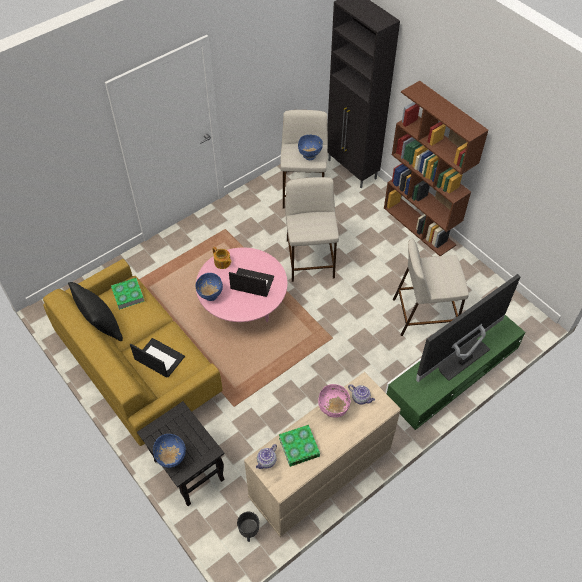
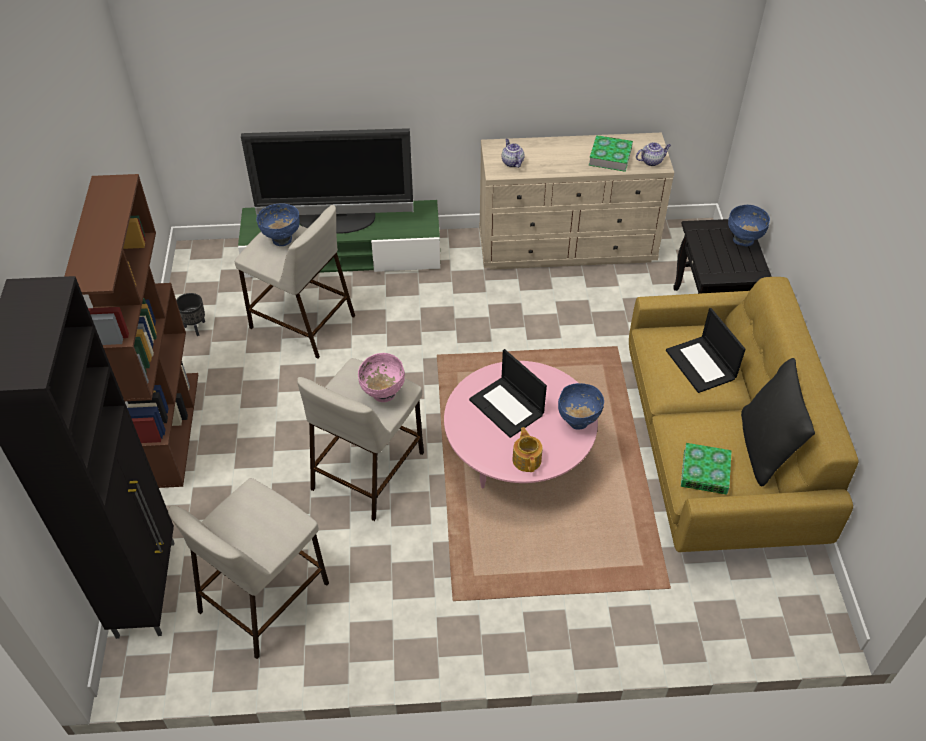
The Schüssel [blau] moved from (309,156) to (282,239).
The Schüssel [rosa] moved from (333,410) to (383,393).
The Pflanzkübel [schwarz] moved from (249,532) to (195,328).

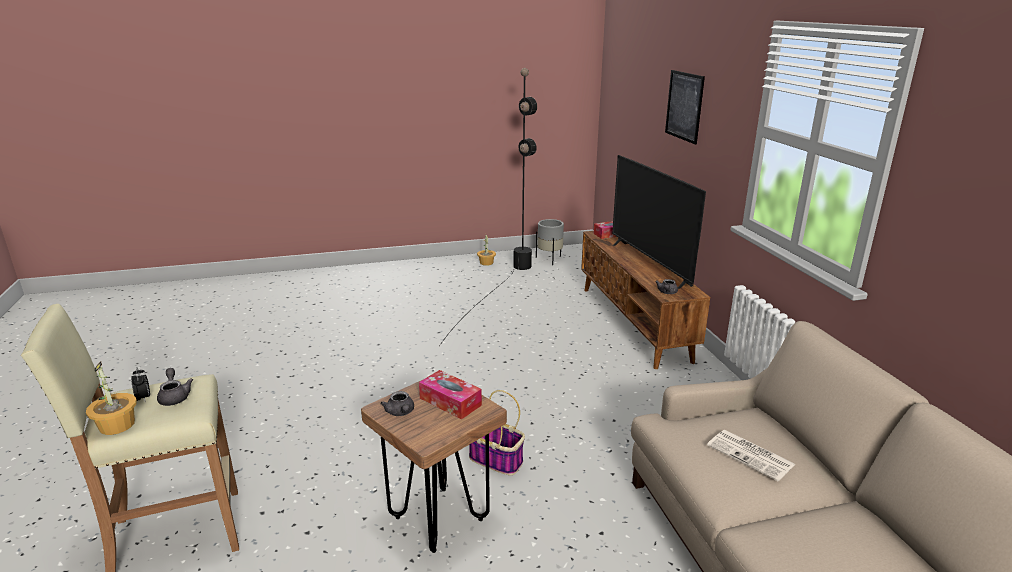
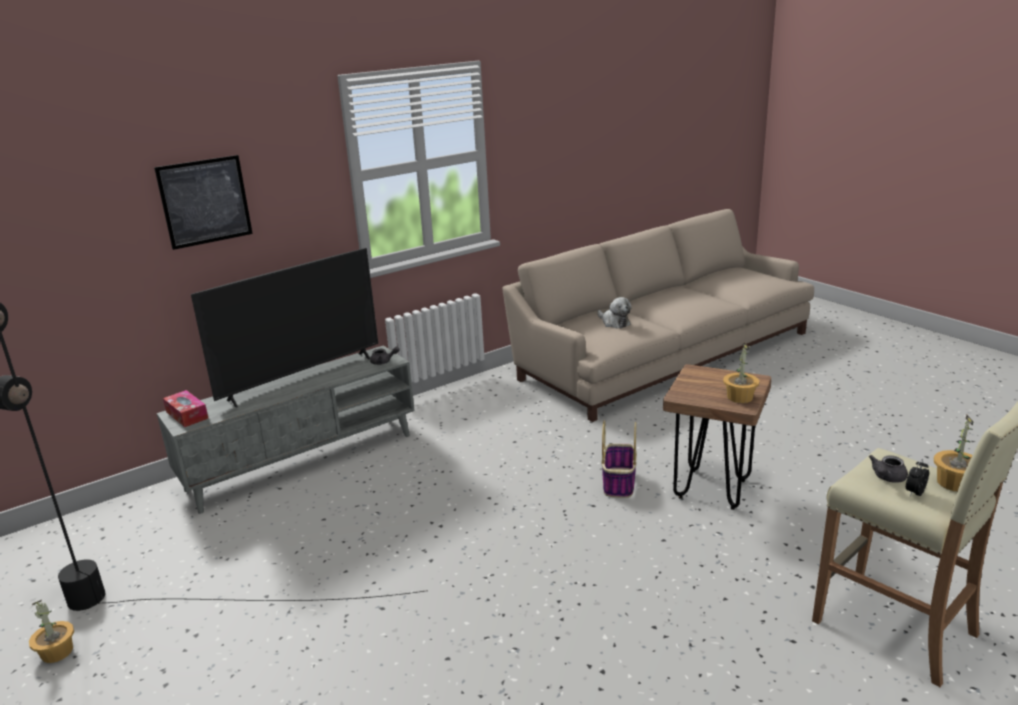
The Pflanzkübel [grau] at (550,259) disappeared.
The Fernsehschrank [braun] at (634,323) became the Fernsehschrank [grau] at (303,461).
The Taschentuchbox at (450,402) disappeared.
The Teekanne [grau] at (400,413) was replaced by the Topfpflanze at (739,397).
The Zeitung at (751,455) was replaced by the Plüschtier at (614,322).

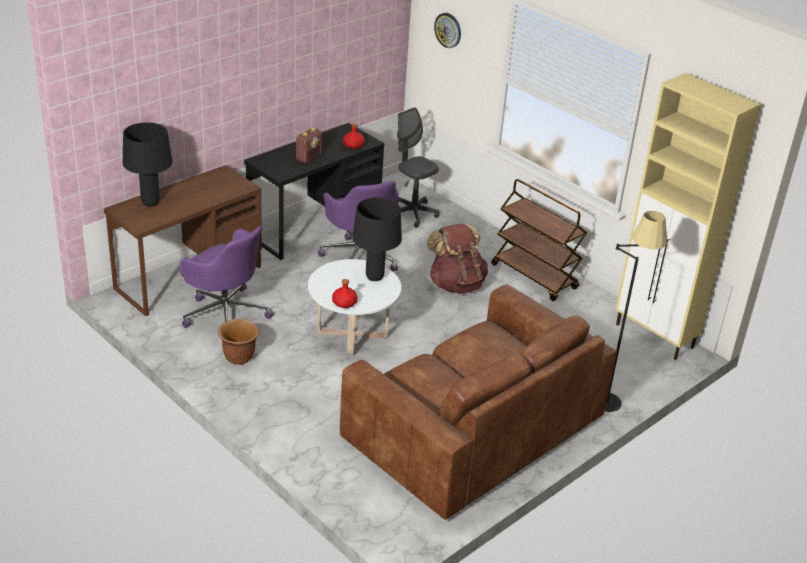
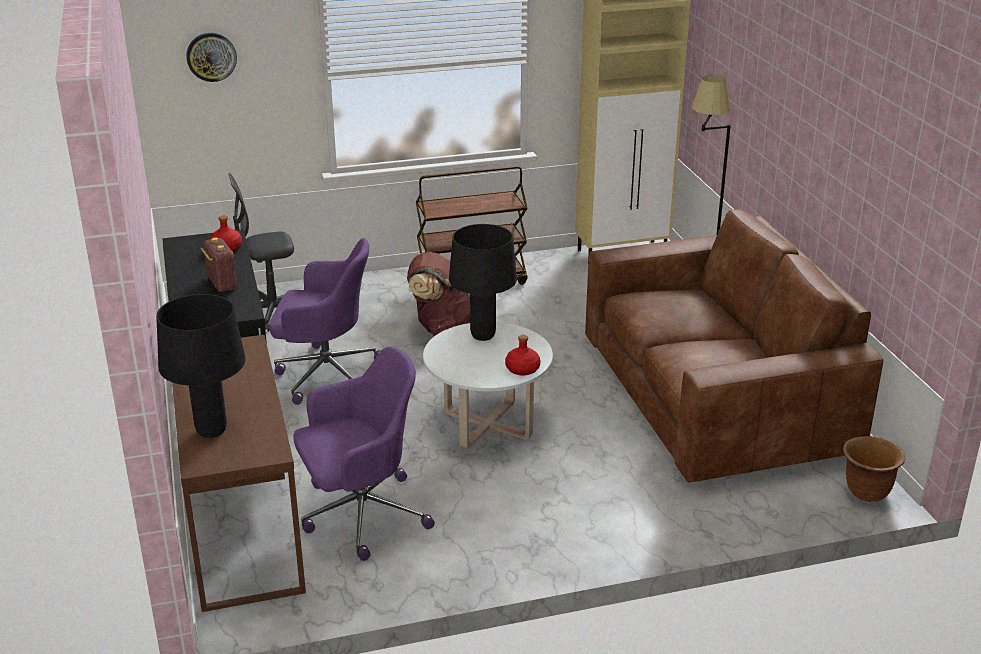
The Pflanzkübel [braun] moved from (238,357) to (867,492).

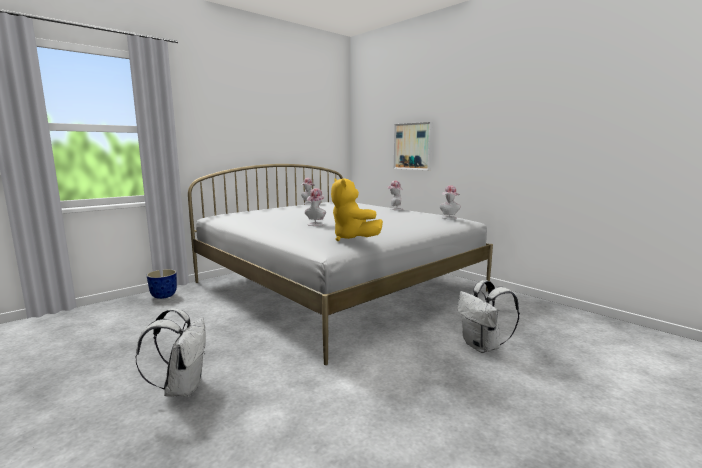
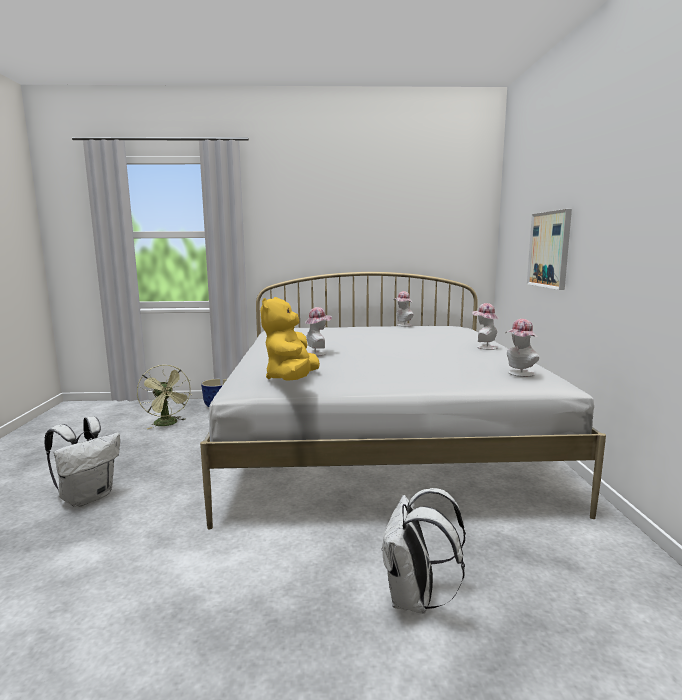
The Ventilator [grün] at (168,424) appeared.

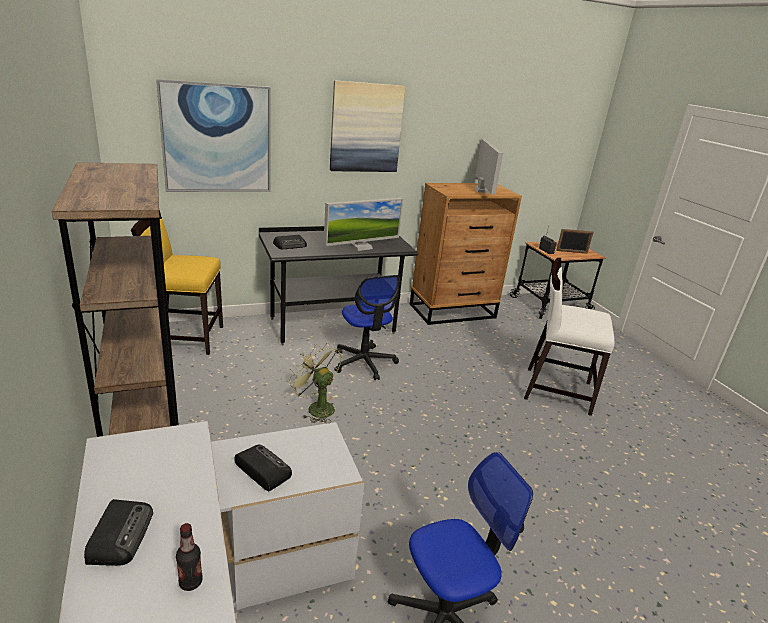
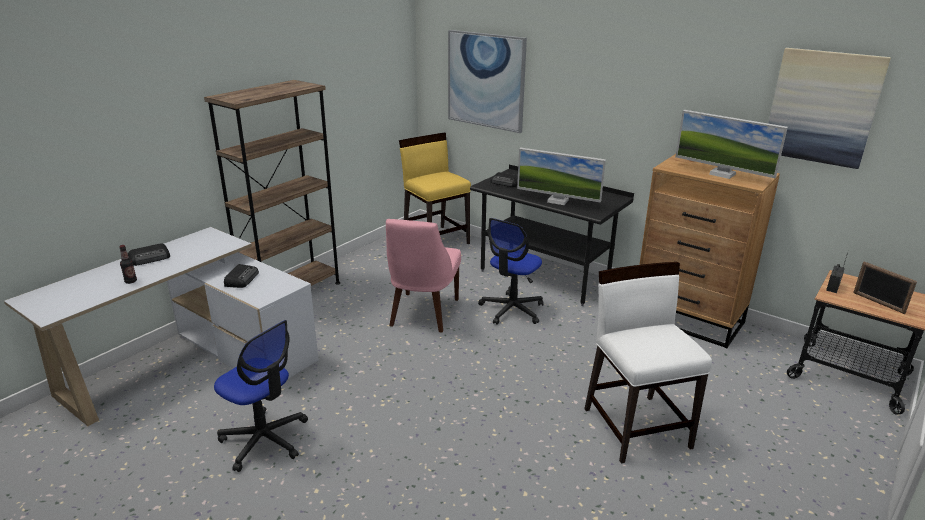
The Bild moved from (366,128) to (822,107).
The Monitor at (482,190) turned 75 degrees clockwise.
The Ventilator [grün] at (316,407) was replaced by the Stuhl [rosa] at (423,314).

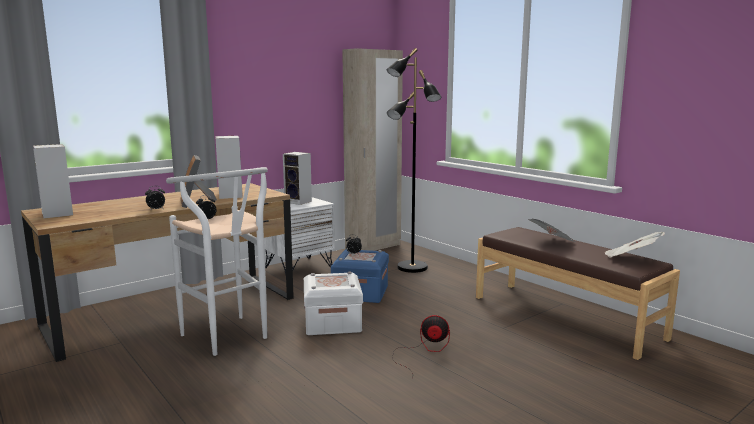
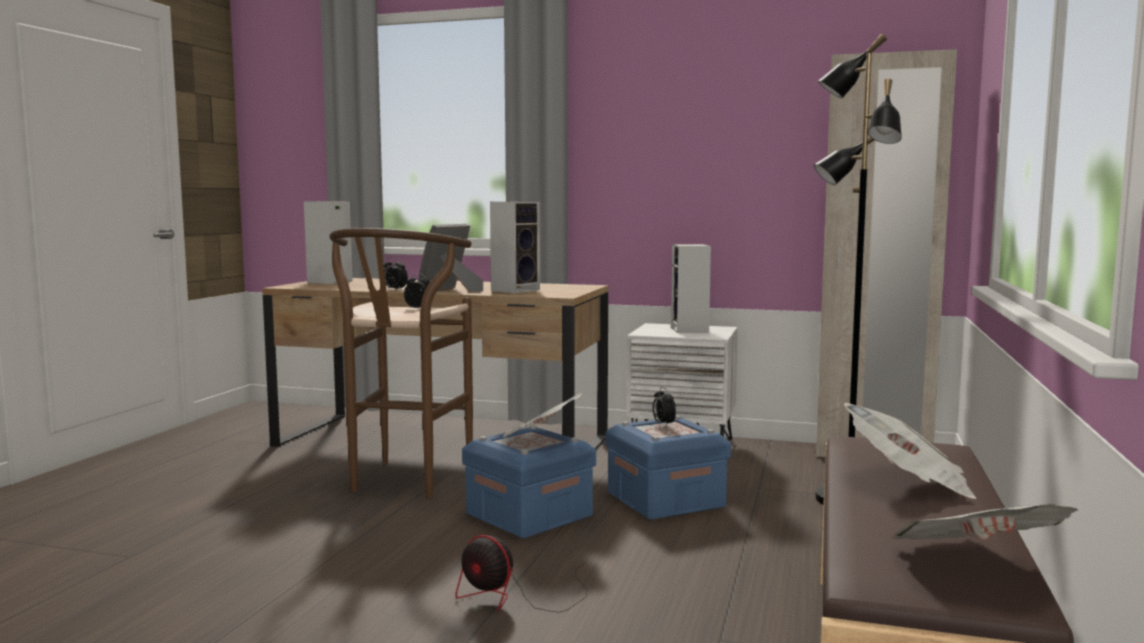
The Hocker [weiß] at (230,338) became the Hocker [braun] at (404,483).
The Aufbewahrungsbox [weiß] at (332,323) became the Aufbewahrungsbox [blau] at (529,515).
The Ventilator at (423,351) turned 150 degrees clockwise.
The Zeitung at (538,439) appeared.

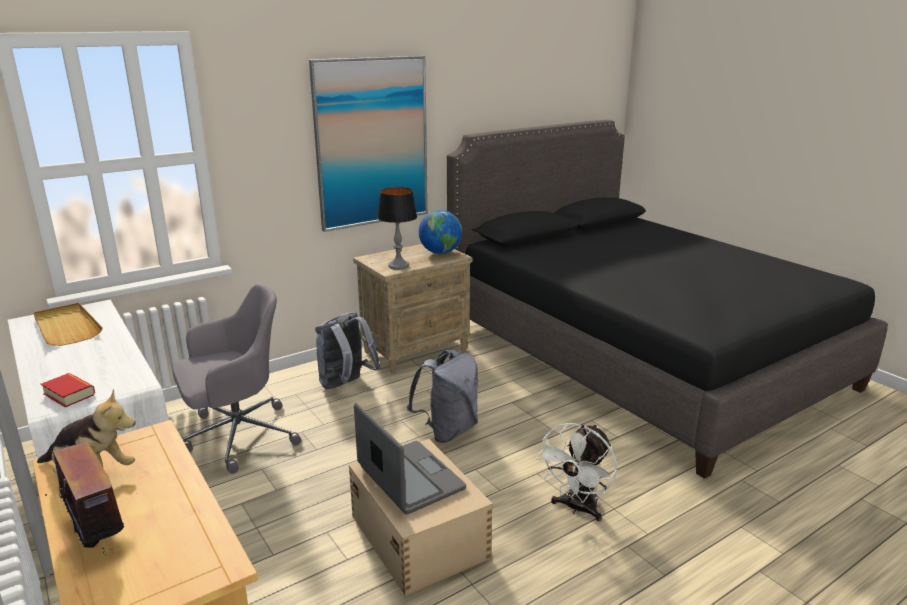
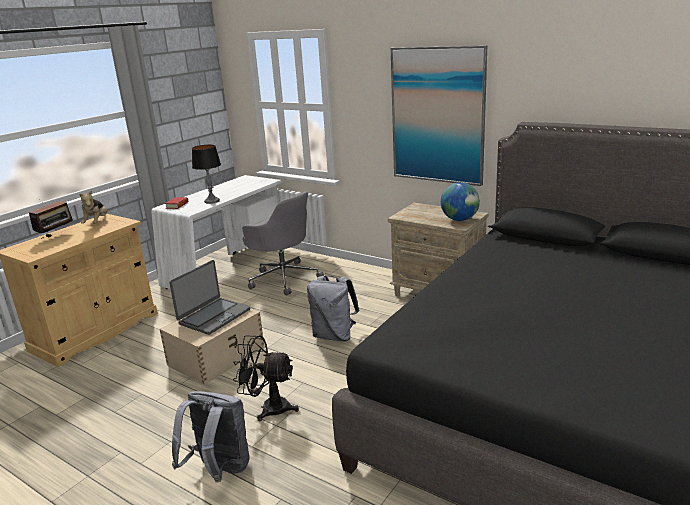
The Tischlampe moved from (398,266) to (212,201).
The Tablett [beige] at (66,327) disappeared.
The Rucksack [grau] moved from (346,385) to (219,470).
The Ventilator [weiß] at (577,508) became the Ventilator [schwarz] at (268,408).

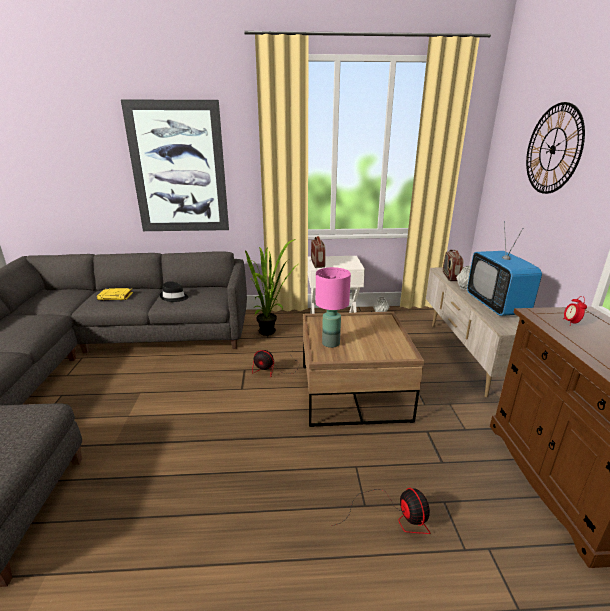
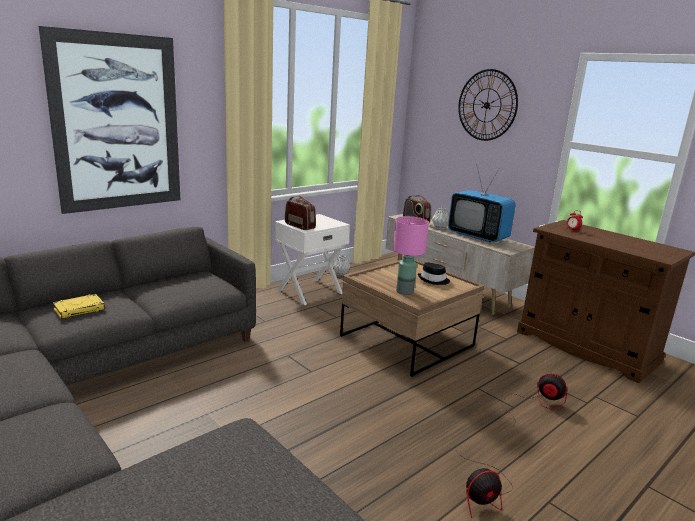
The Topfpflanze at (271,332) disappeared.
The Hut [schwarz] moved from (174,297) to (433,280).
The Ventilator moved from (274,369) to (483,494).

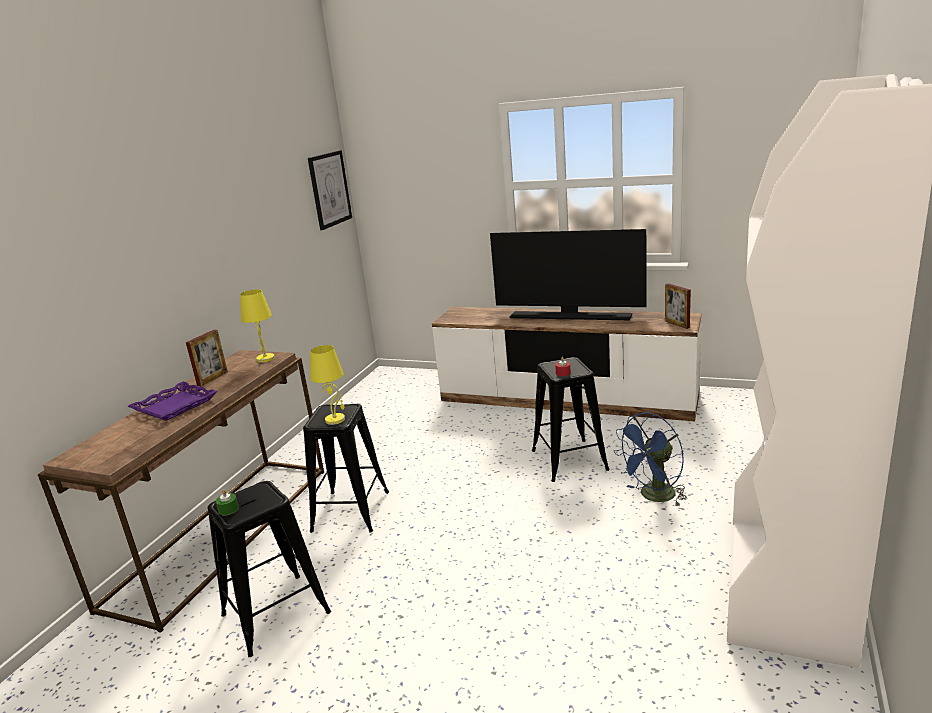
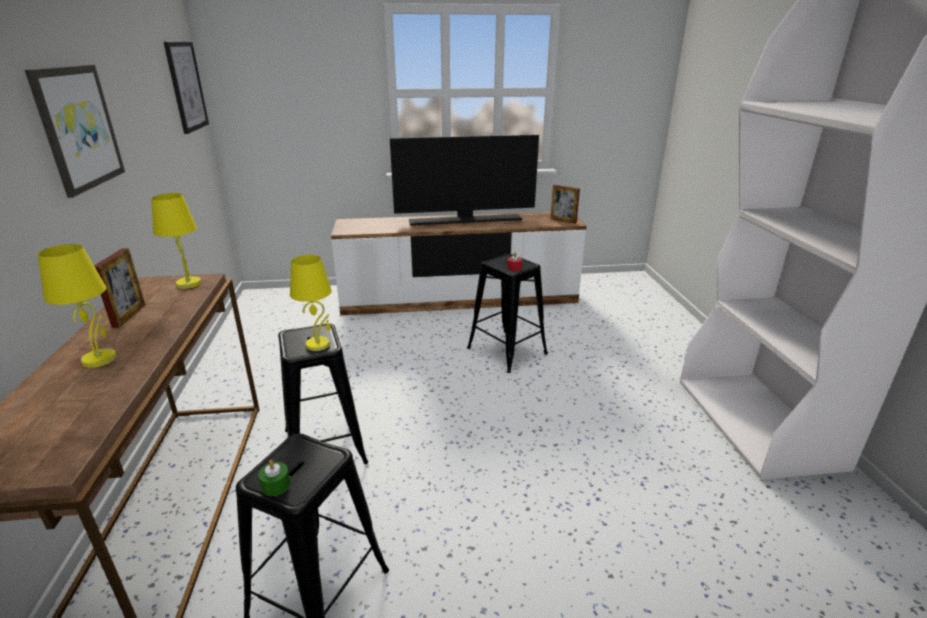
The Tablett [lila] at (175,406) was replaced by the Tischlampe [gelb] at (99,359).
The Ventilator [blau] at (653,497) disappeared.
The Bild at (77,128) appeared.

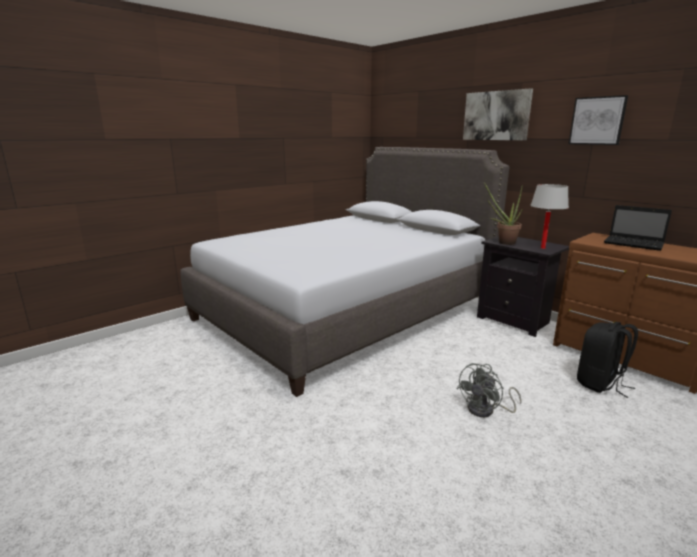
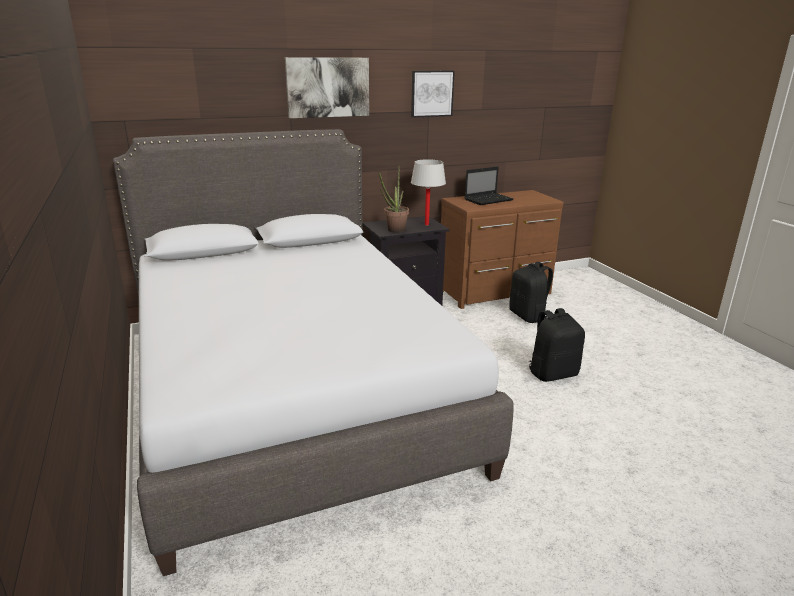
The Ventilator [grau] at (486,410) was replaced by the Rucksack [schwarz] at (553,373).

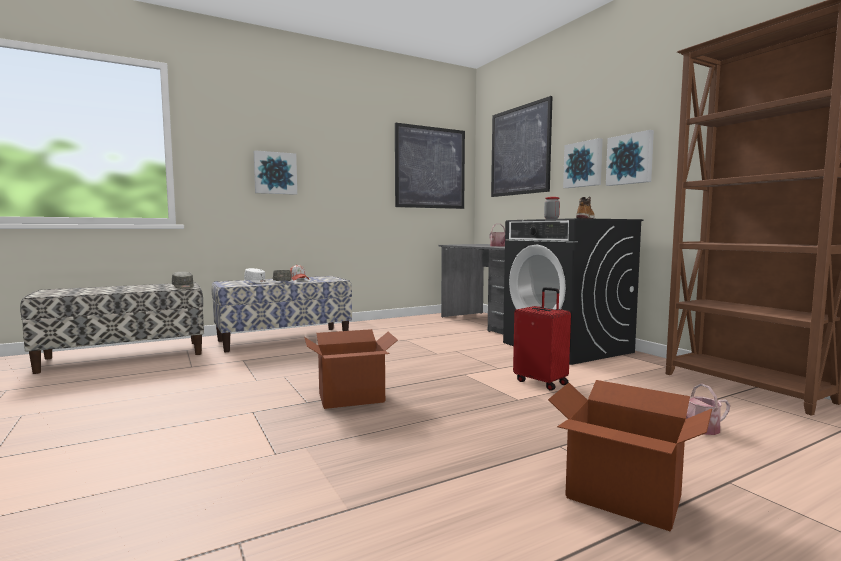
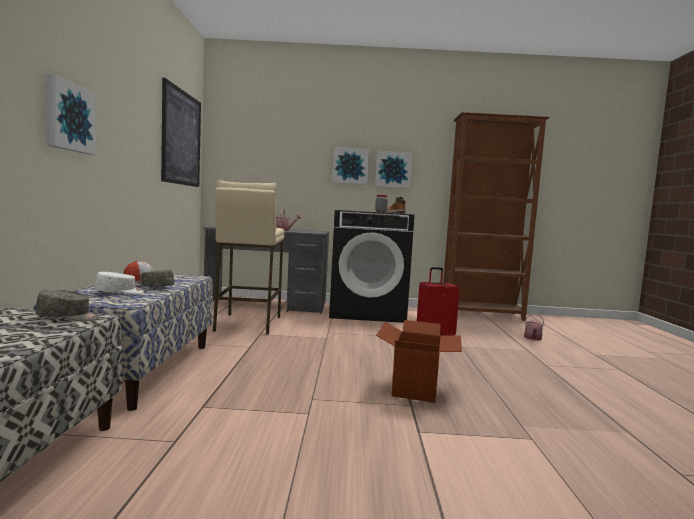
The Bild at (520,151) disappeared.
The Karton at (623,498) disappeared.
The Hocker [beige] at (247,324) appeared.

